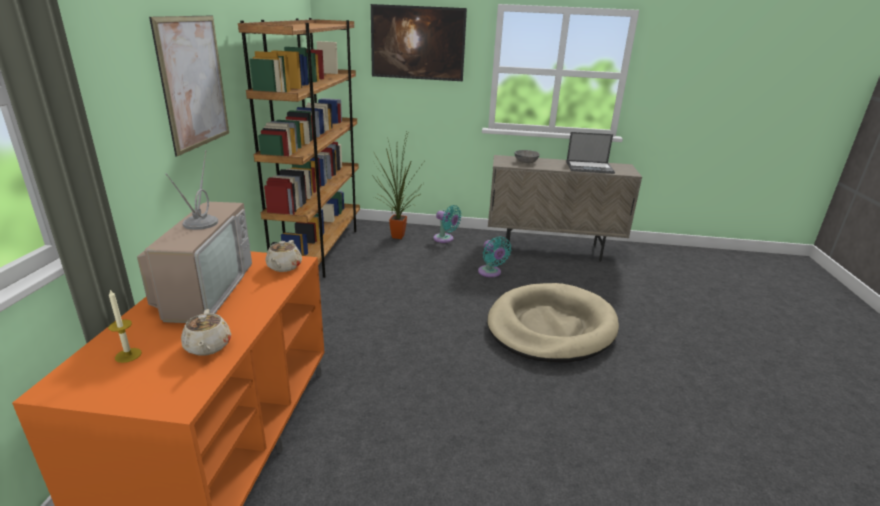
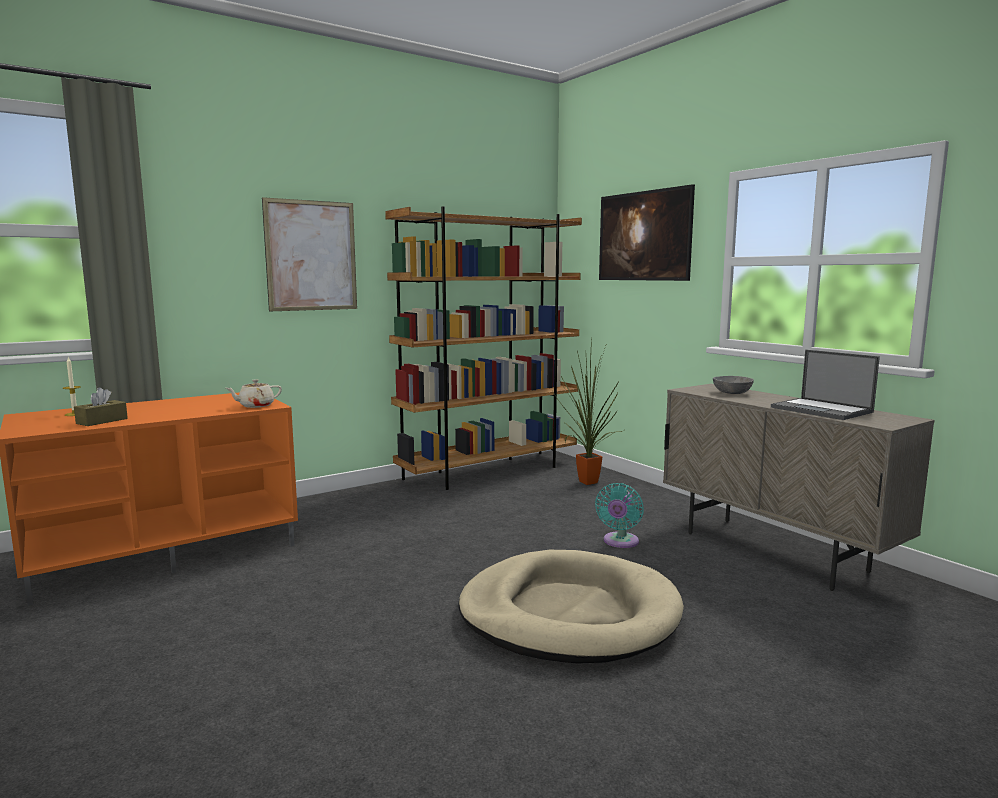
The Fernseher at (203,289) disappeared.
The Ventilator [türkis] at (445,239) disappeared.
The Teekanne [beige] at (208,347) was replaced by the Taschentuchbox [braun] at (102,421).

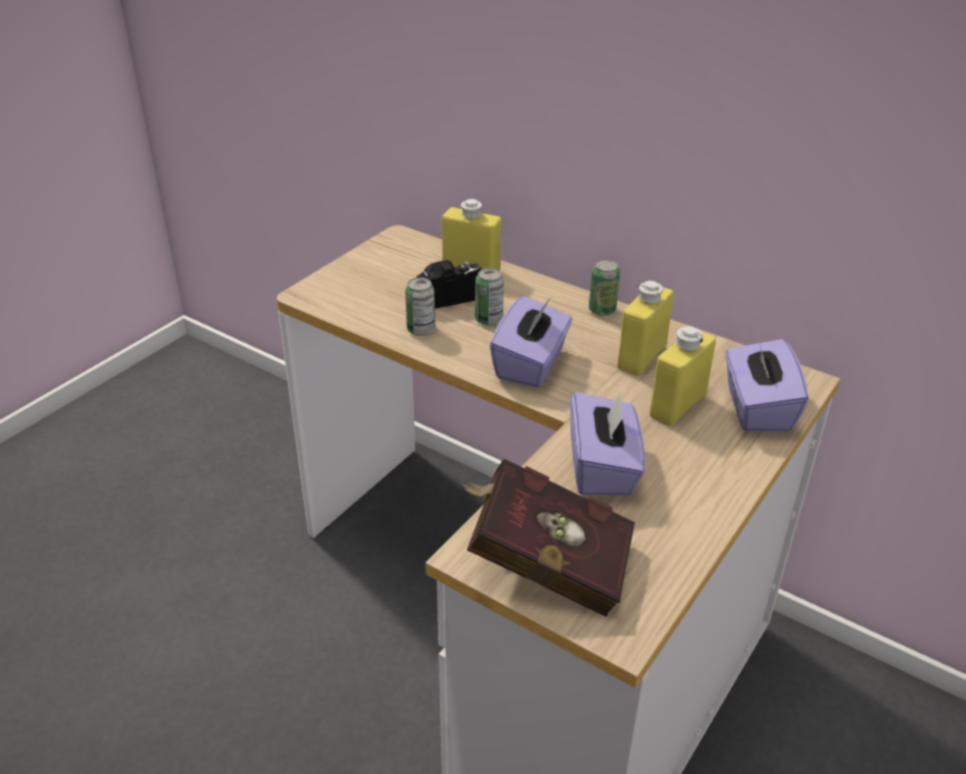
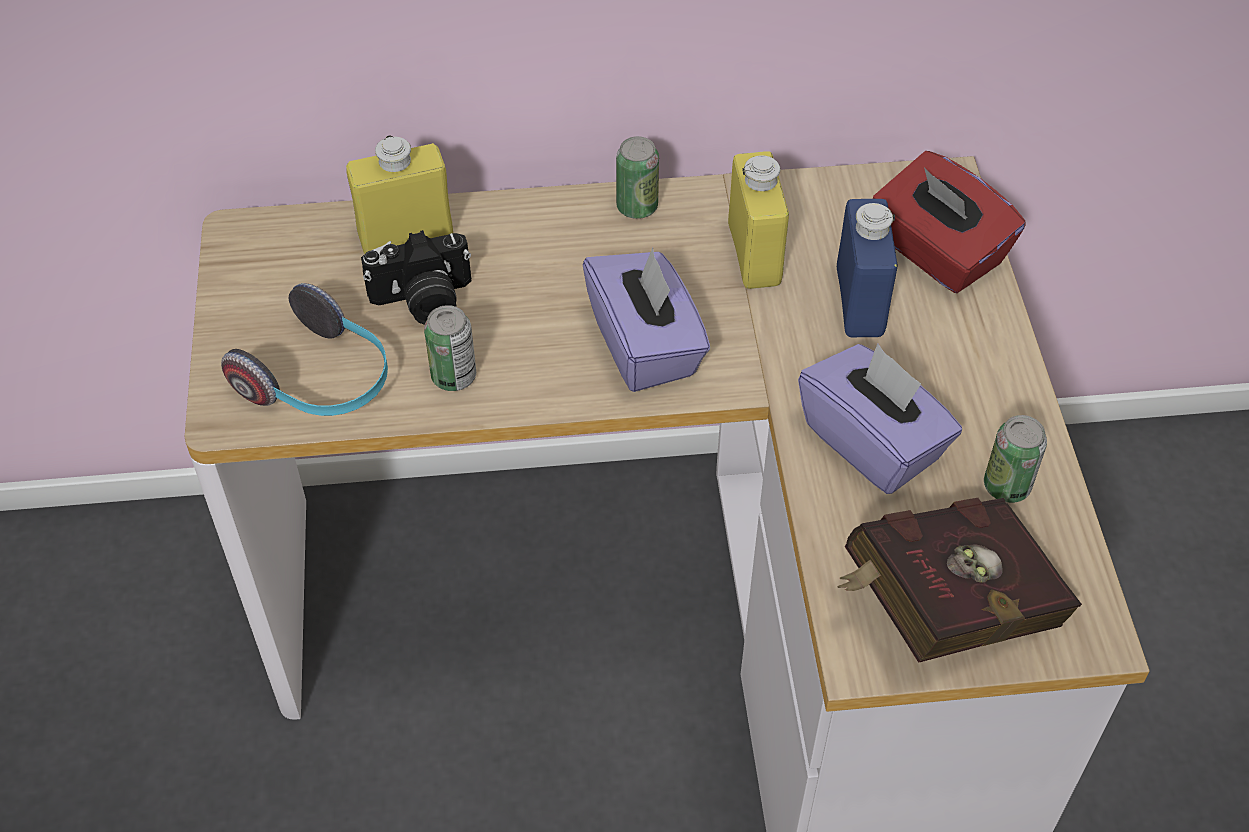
The Kamera at (445,296) turned 135 degrees counterclockwise.
The Dose moved from (488,319) to (1006,486).
The Flasche [gelb] at (677,406) became the Flasche [blau] at (859,302).
The Taschentuchbox [lila] at (756,408) became the Taschentuchbox [rot] at (937,253).
The Kopfhörer at (321,381) appeared.

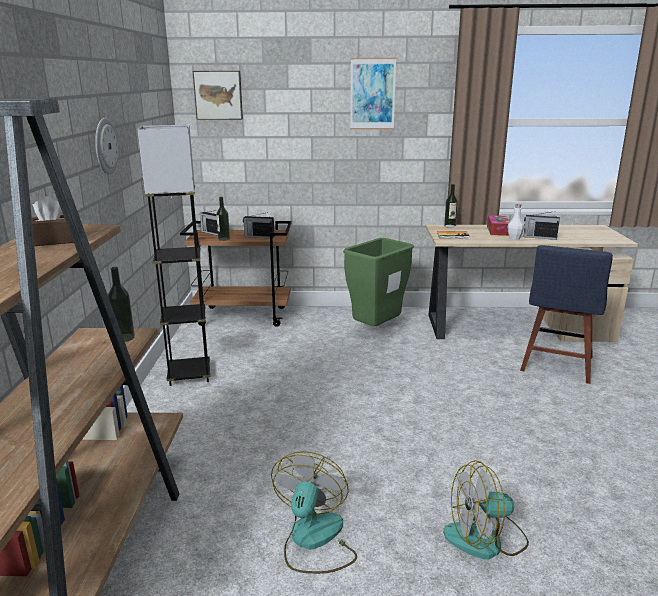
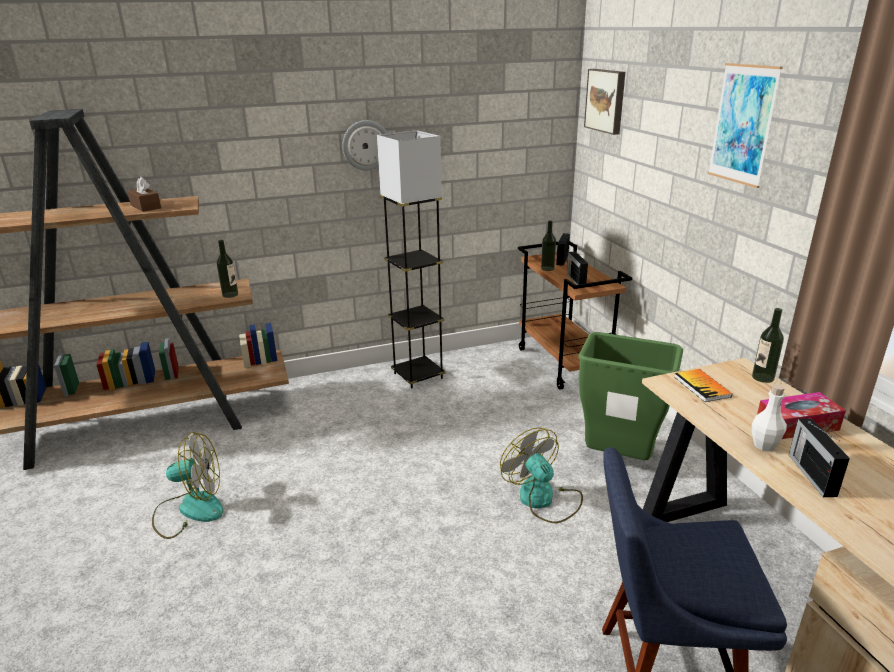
The Ventilator moved from (485,539) to (543,499).

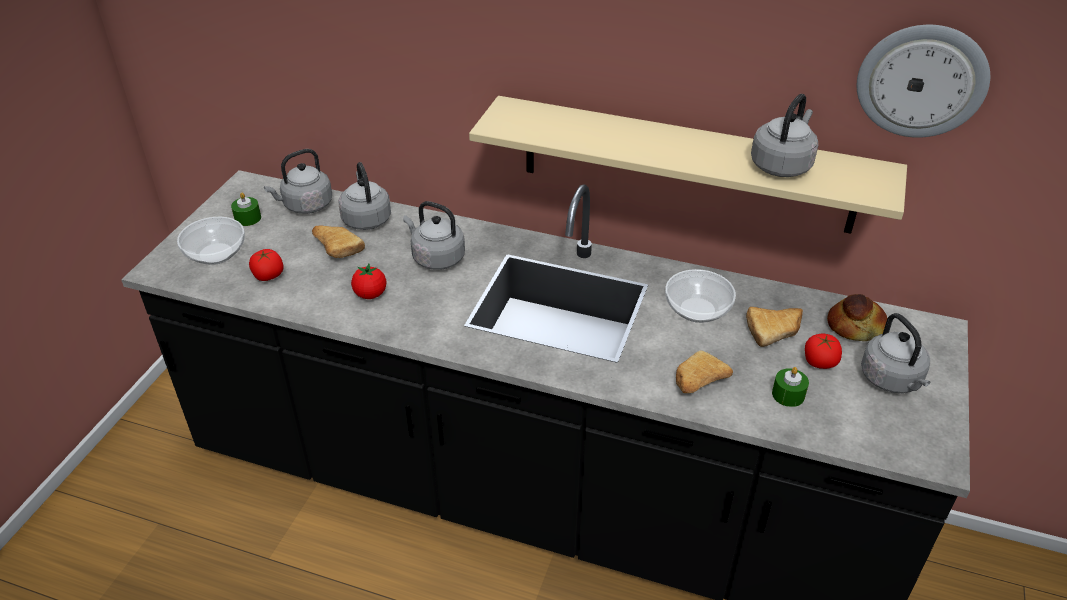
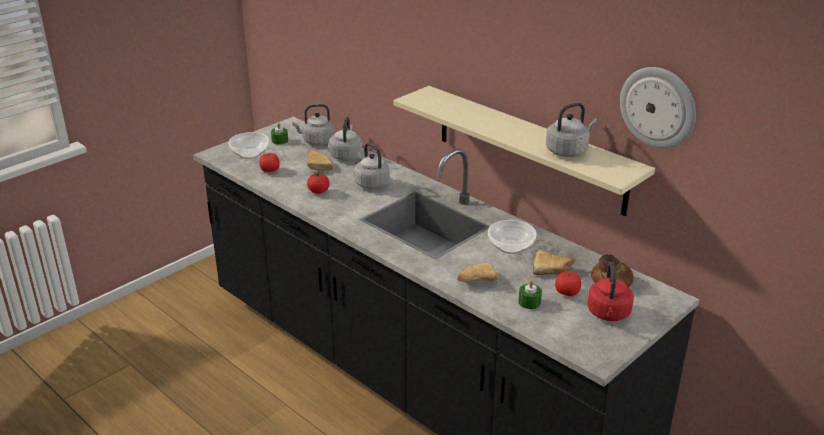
The Wasserkessel [grau] at (892,380) became the Wasserkessel [rot] at (608,314).

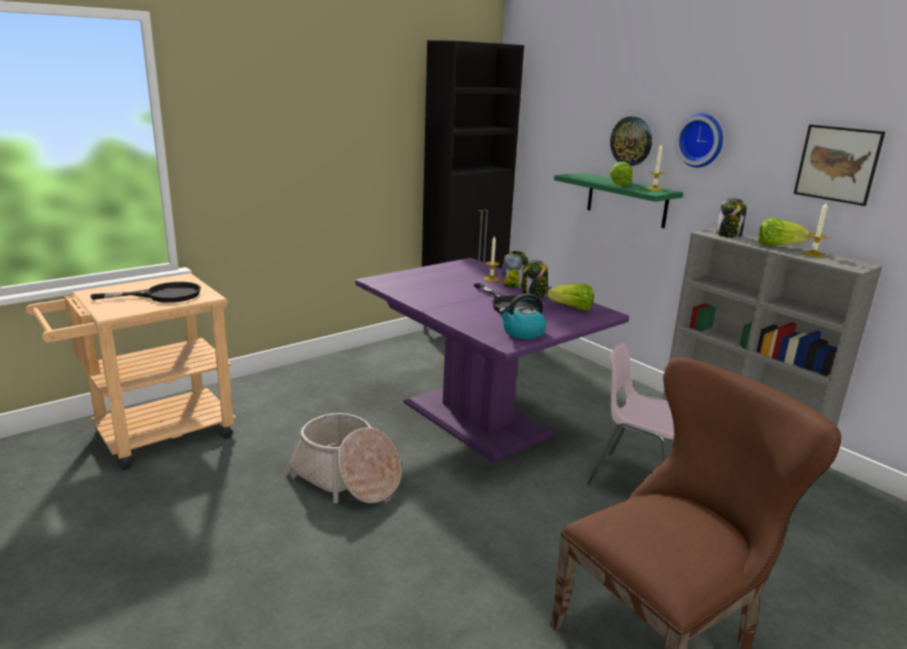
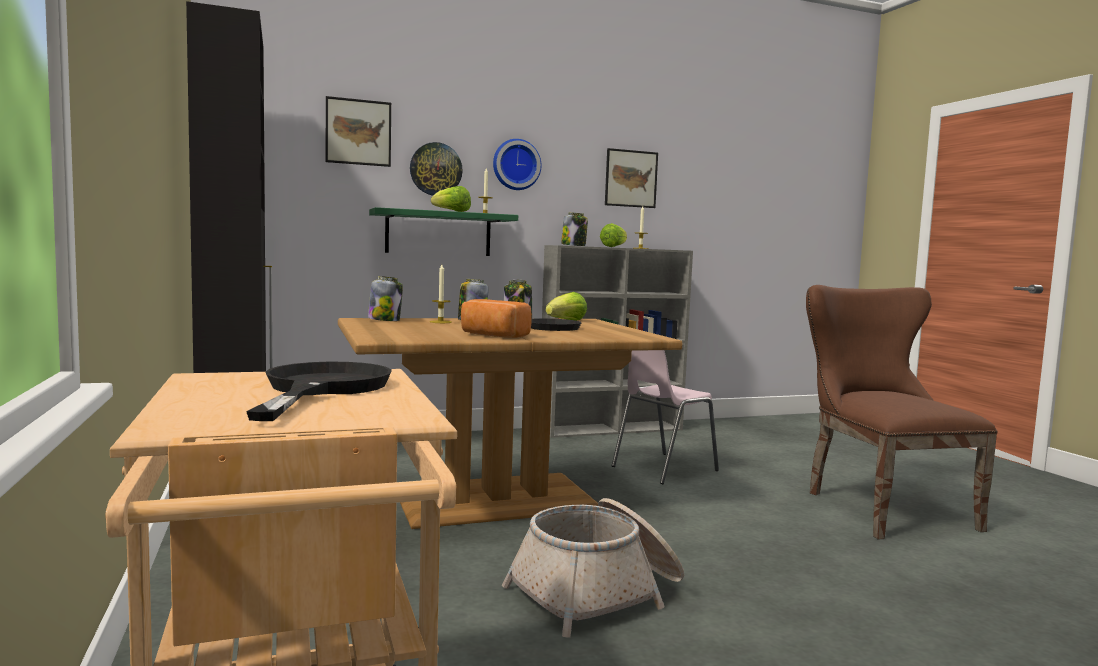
The Esstisch [lila] at (478,417) became the Esstisch [braun] at (494,499).
The Wasserkessel at (522,333) disappeared.
The Bild at (358,132) appeared.
The Vorratsglas at (384,320) appeared.
The Brot at (492,335) appeared.

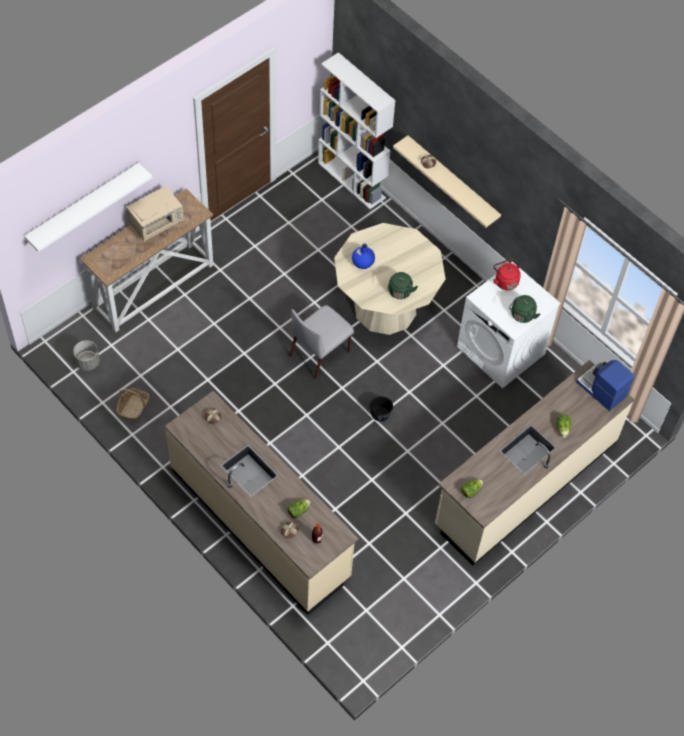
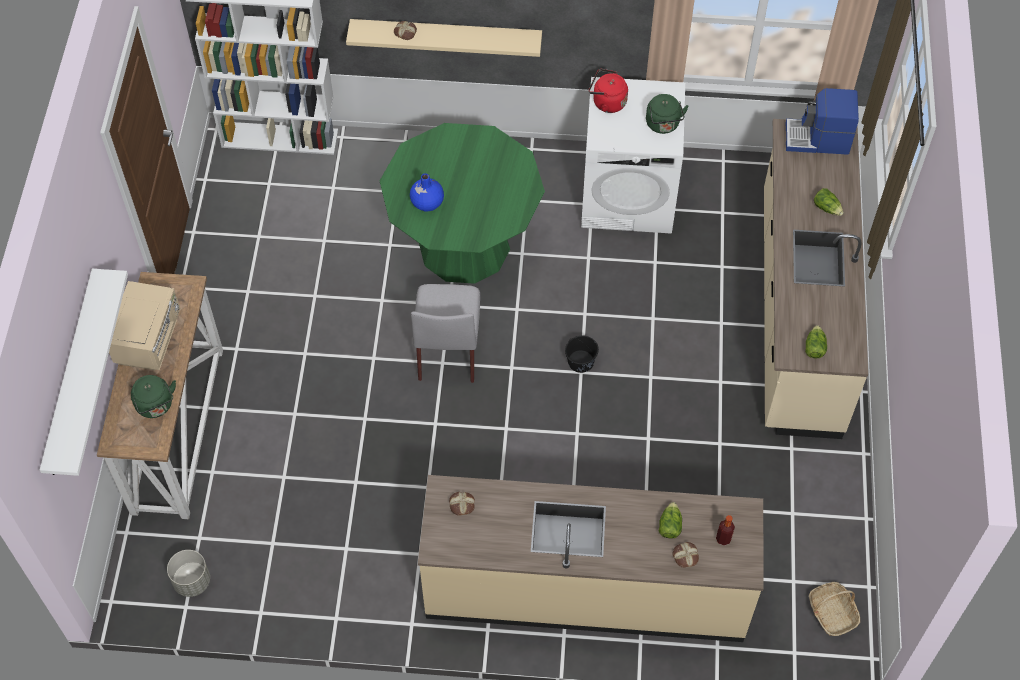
The Esstisch [beige] at (385,308) became the Esstisch [grün] at (464,246).
The Wasserkessel [grün] moved from (399,293) to (156,406).
The Korb moved from (133,407) to (831,613).

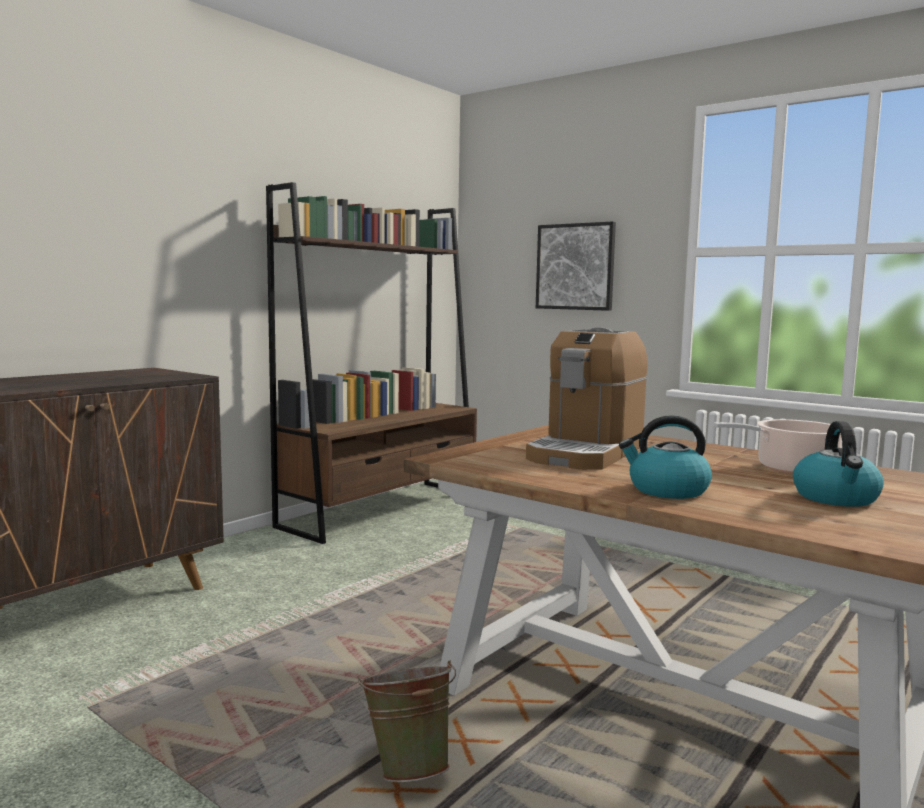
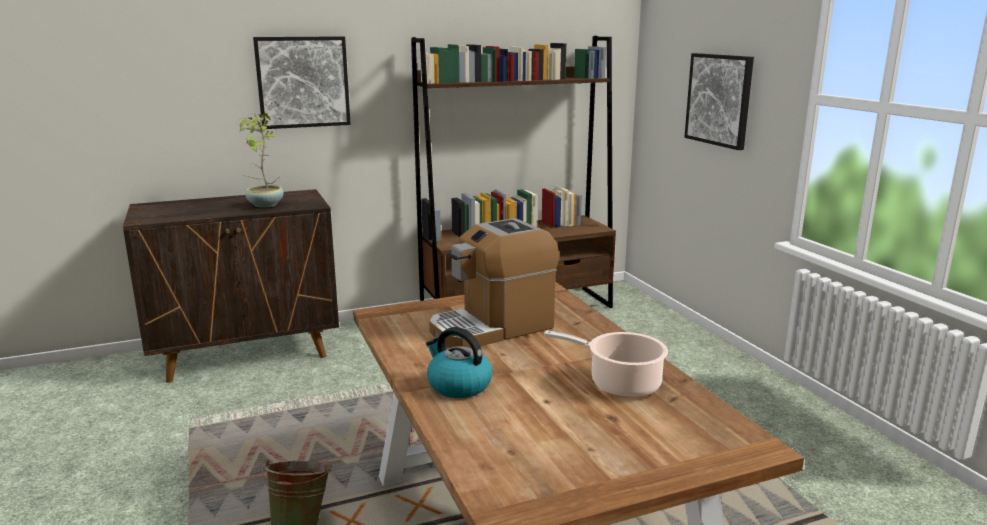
The Wasserkessel at (836,498) disappeared.
The Bild at (303,82) appeared.
The Topfpflanze at (264,205) appeared.

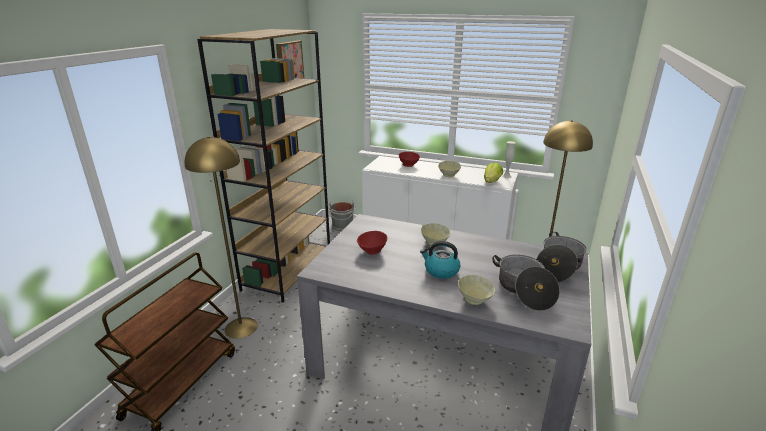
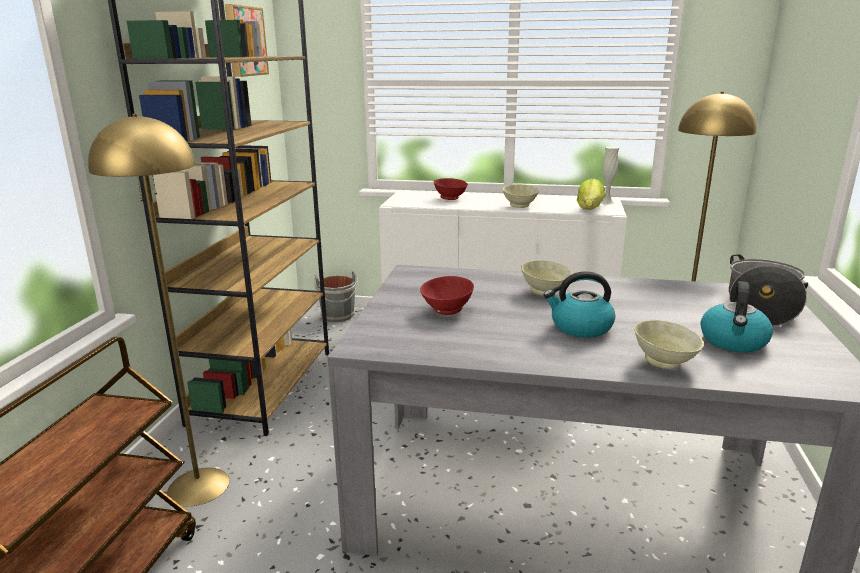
The Kochtopf at (524,290) was replaced by the Wasserkessel at (733,341).

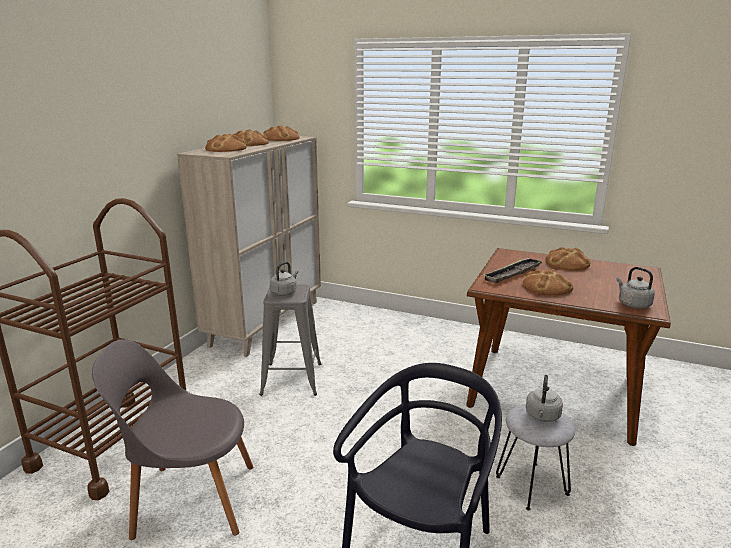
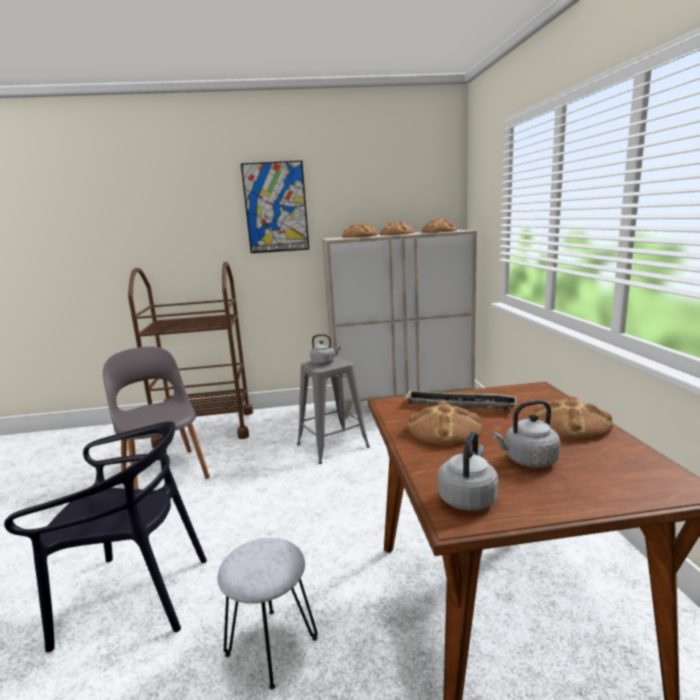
The Wasserkessel [grau] moved from (542,416) to (528,460).
The Bild at (276,207) appeared.

